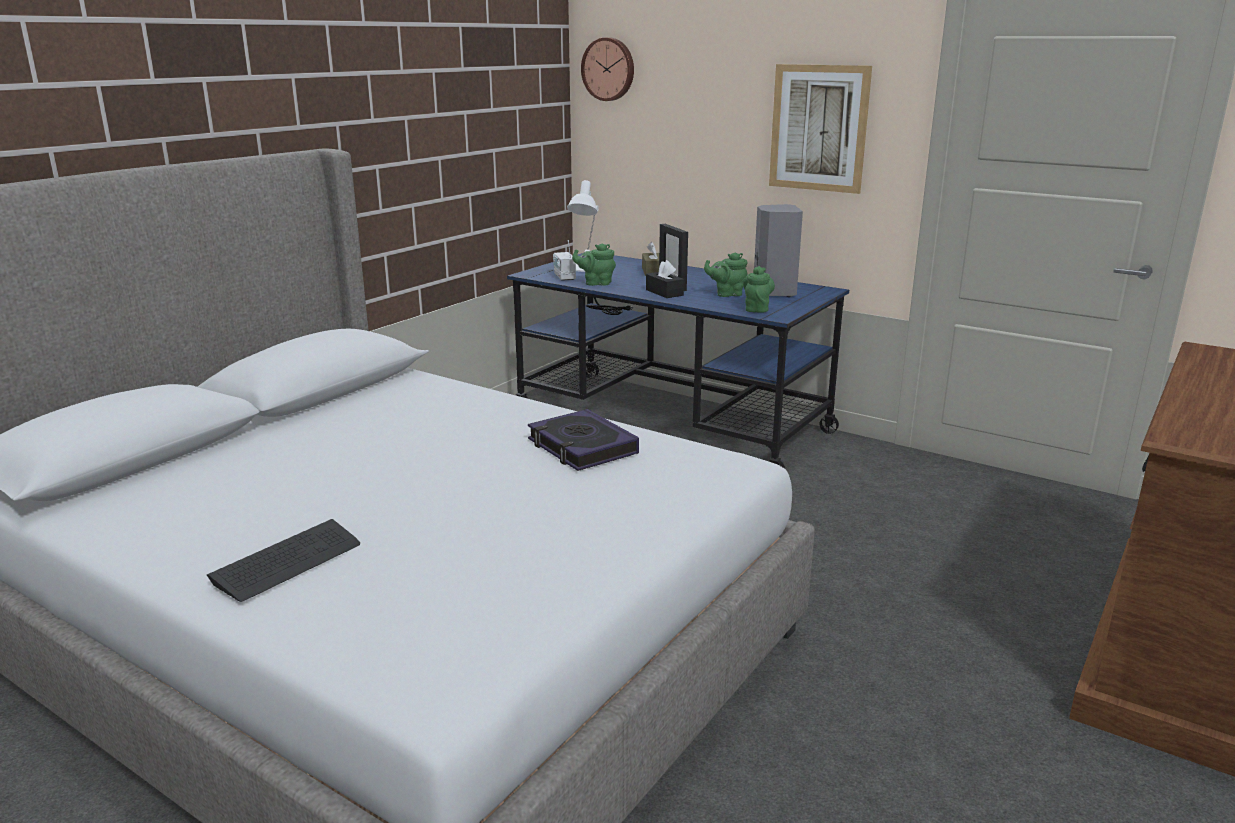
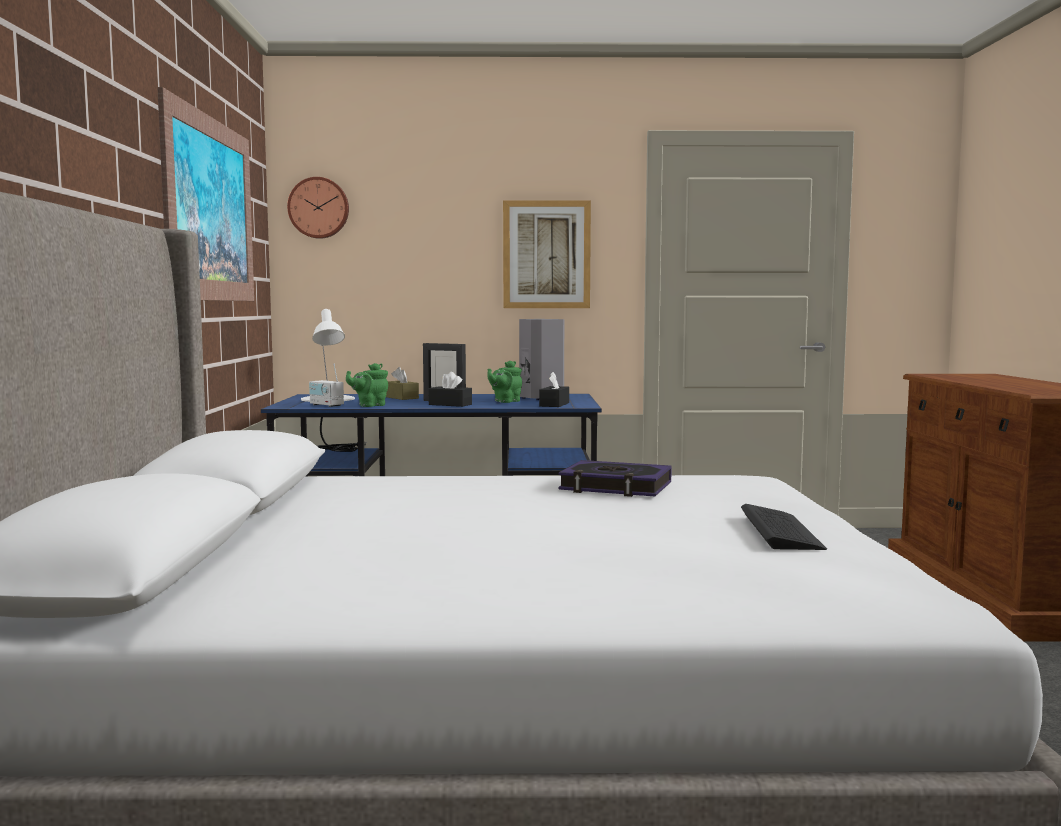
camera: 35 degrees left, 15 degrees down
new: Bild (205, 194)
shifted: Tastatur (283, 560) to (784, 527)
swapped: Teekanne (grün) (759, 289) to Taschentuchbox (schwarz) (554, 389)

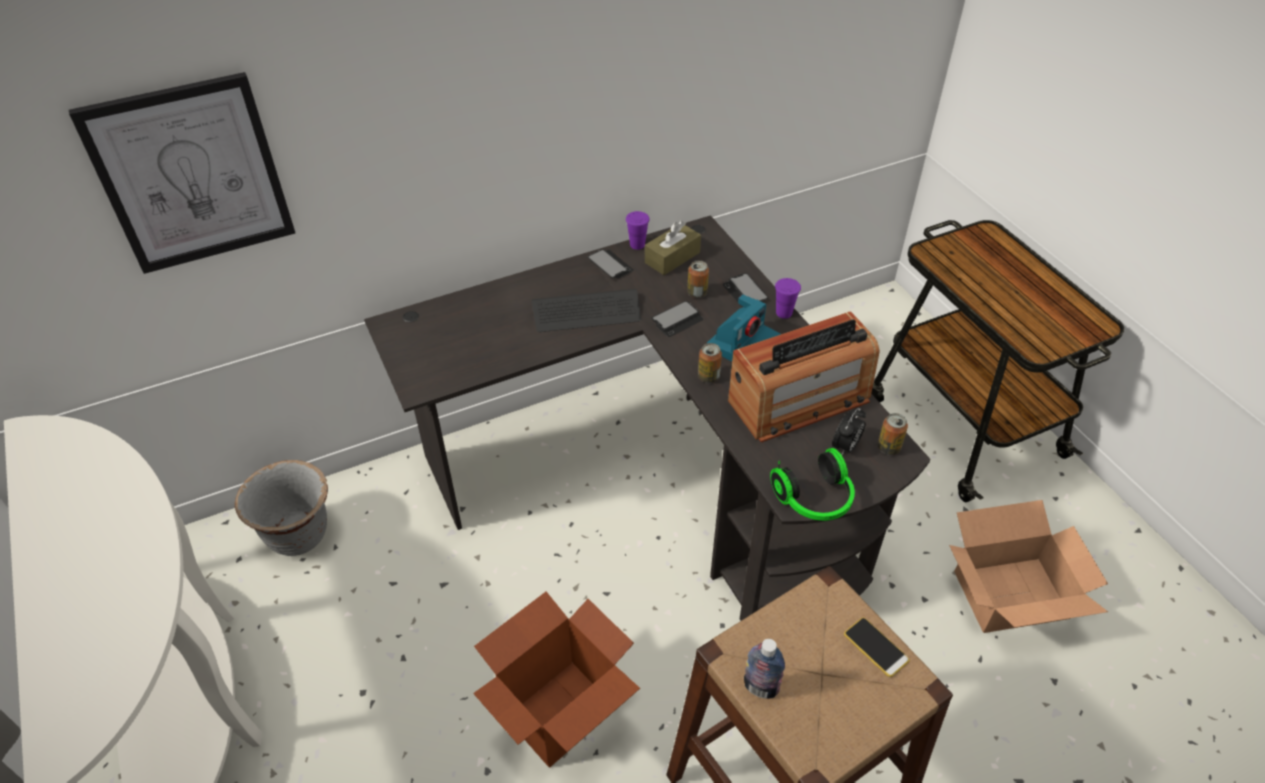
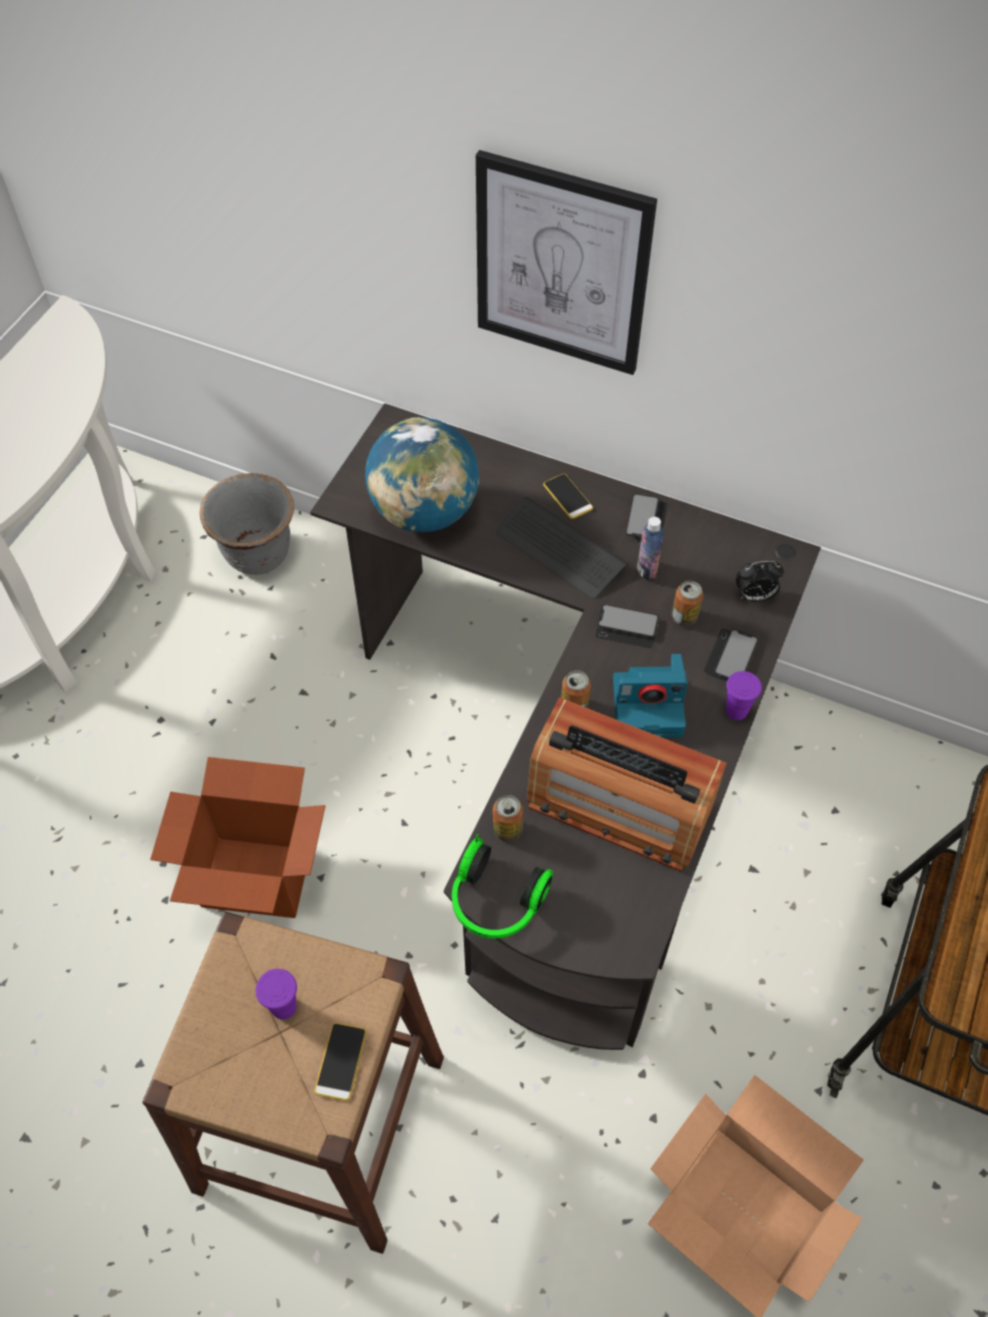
camera: 50 degrees right, 10 degrees up
gone: Taschentuchbox (braun) (673, 248)
new: Globus (422, 474); Handy (568, 496)
shifted: Bild (182, 173) to (566, 262); Tasse (lila) (638, 230) to (276, 994); Flasche (764, 669) to (650, 549); Wecker (849, 431) to (759, 581); Dose (893, 434) to (508, 818)

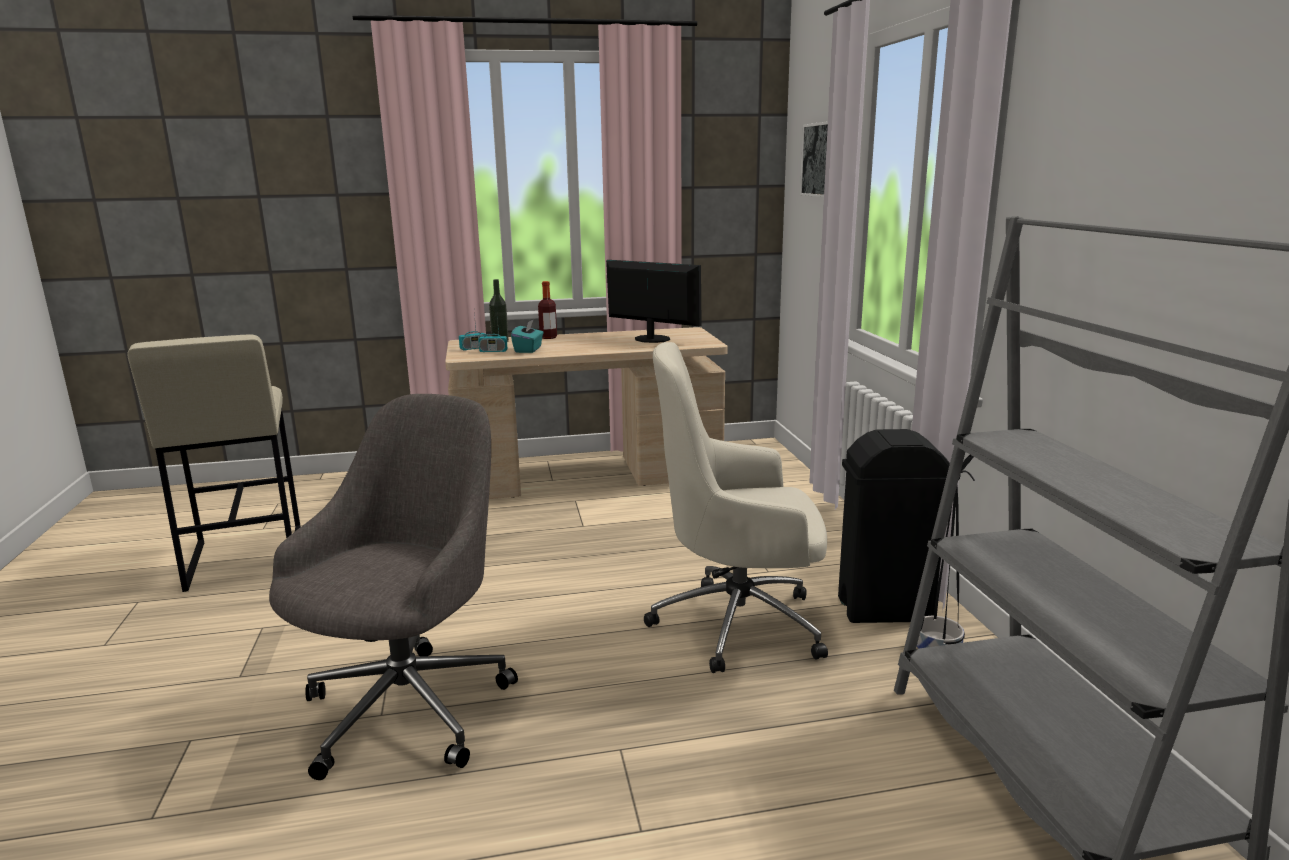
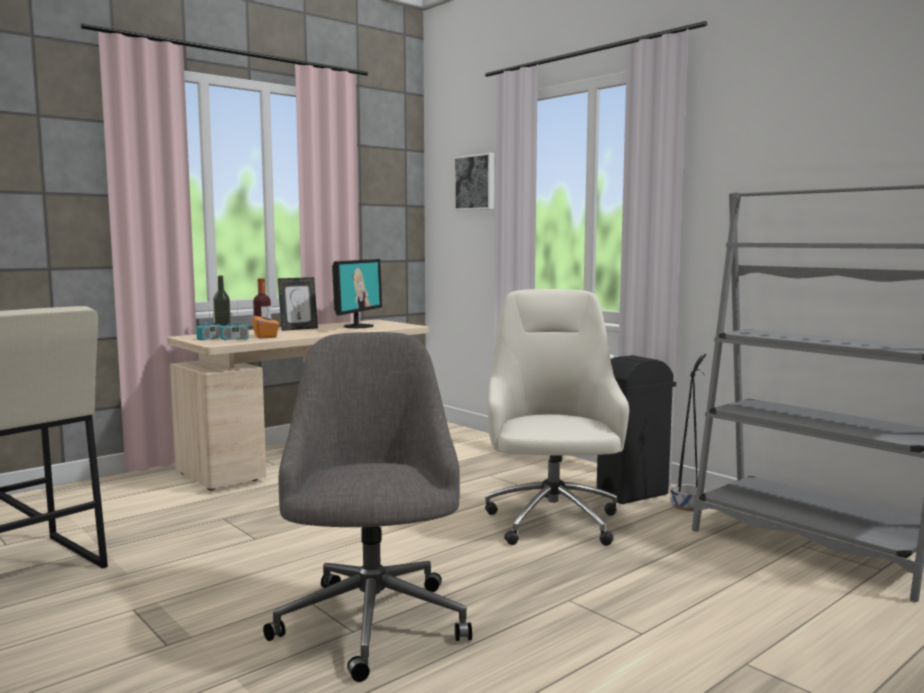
camera: 30 degrees left, 10 degrees down
new: Bilderrahmen (298, 304)
repainted: Taschentuchbox (türkis) (527, 336) to Taschentuchbox (orange) (265, 323)
rotated: Monitor (654, 301) = (357, 293) 105 degrees clockwise; Bürostuhl (beige) (736, 507) = (557, 417) 120 degrees clockwise

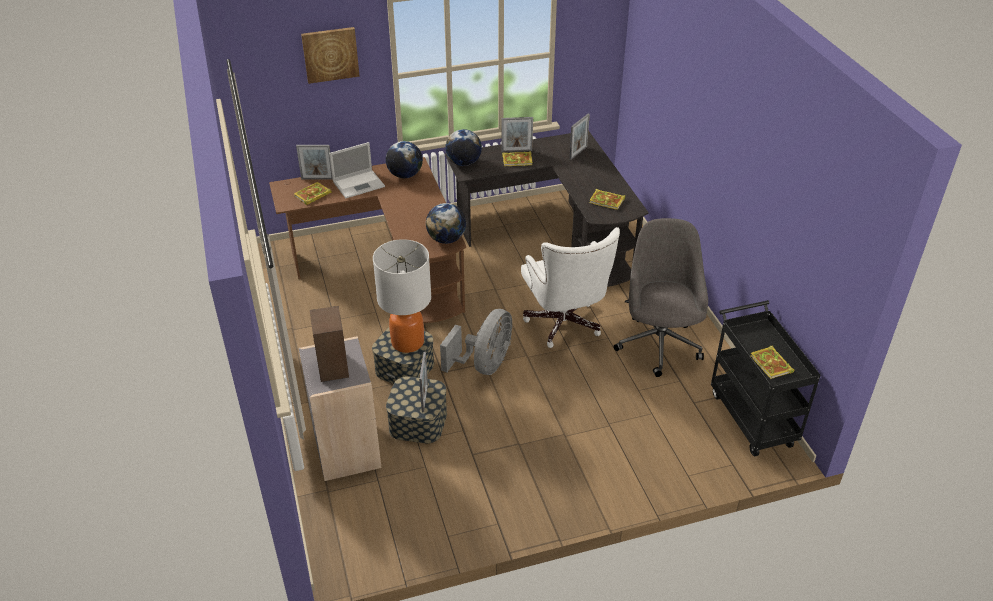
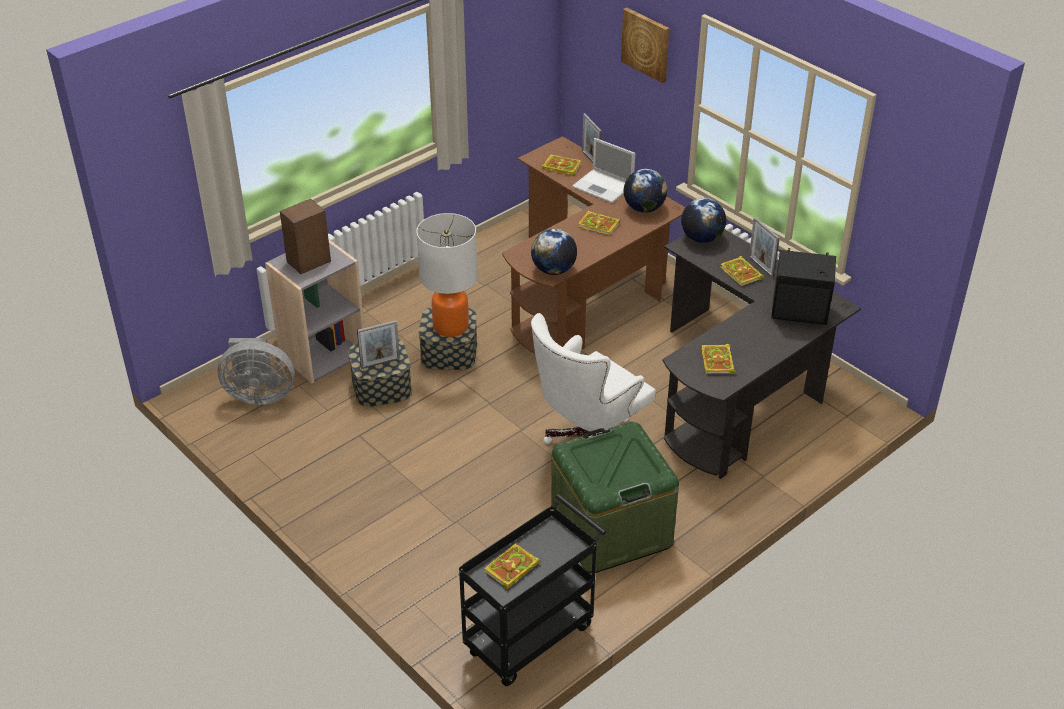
camera: 65 degrees right, 0 degrees up
new: Buch (599, 223)
shifted: Ventilator (grau) (476, 342) to (256, 371)
swapped: Bilderrahmen (579, 136) to Lautsprecher (schwarz) (803, 286); Bürostuhl (grau) (661, 297) to Aufbewahrungsbox (grün) (615, 497)

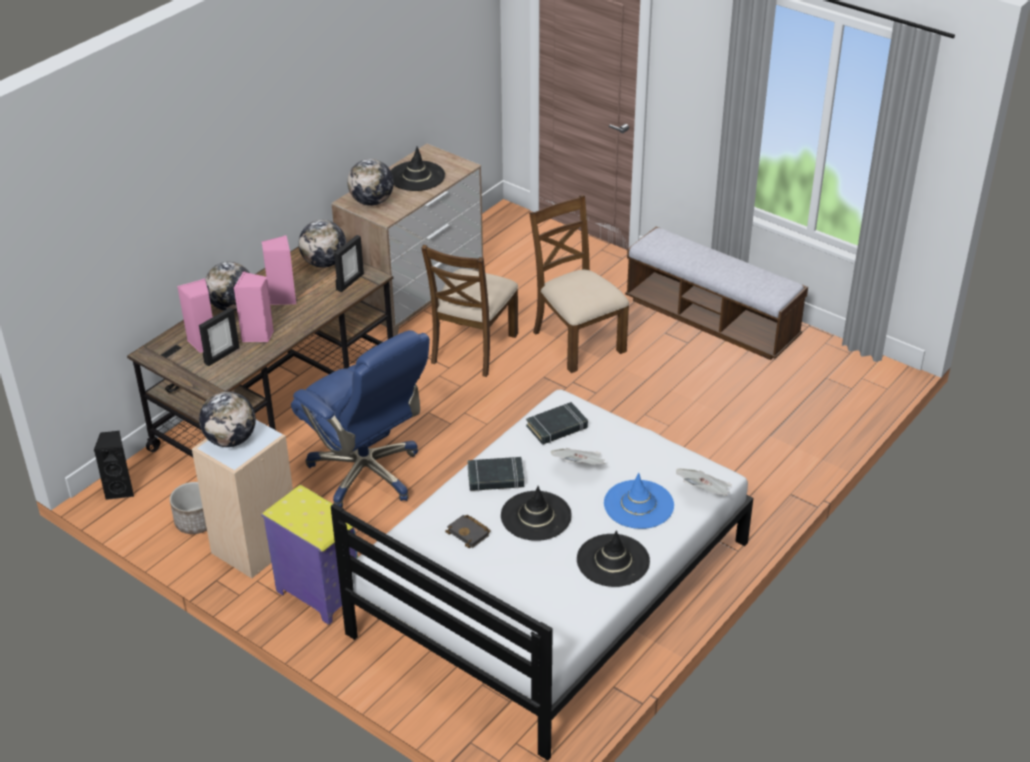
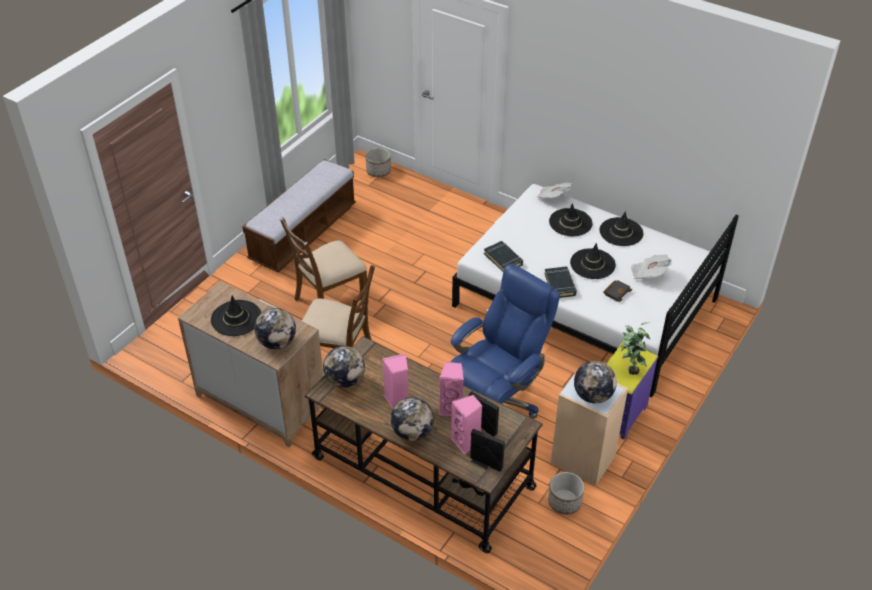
camera: 95 degrees left, 5 degrees up
gone: Lautsprecher (schwarz) (114, 465)
new: Pflanzkübel (378, 162); Topfpflanze (635, 348)
shifted: Bilderrahmen (349, 263) to (487, 450); Zeitung (578, 456) to (651, 266)
repainted: Hut (blau) (639, 501) to Hut (schwarz) (571, 219)

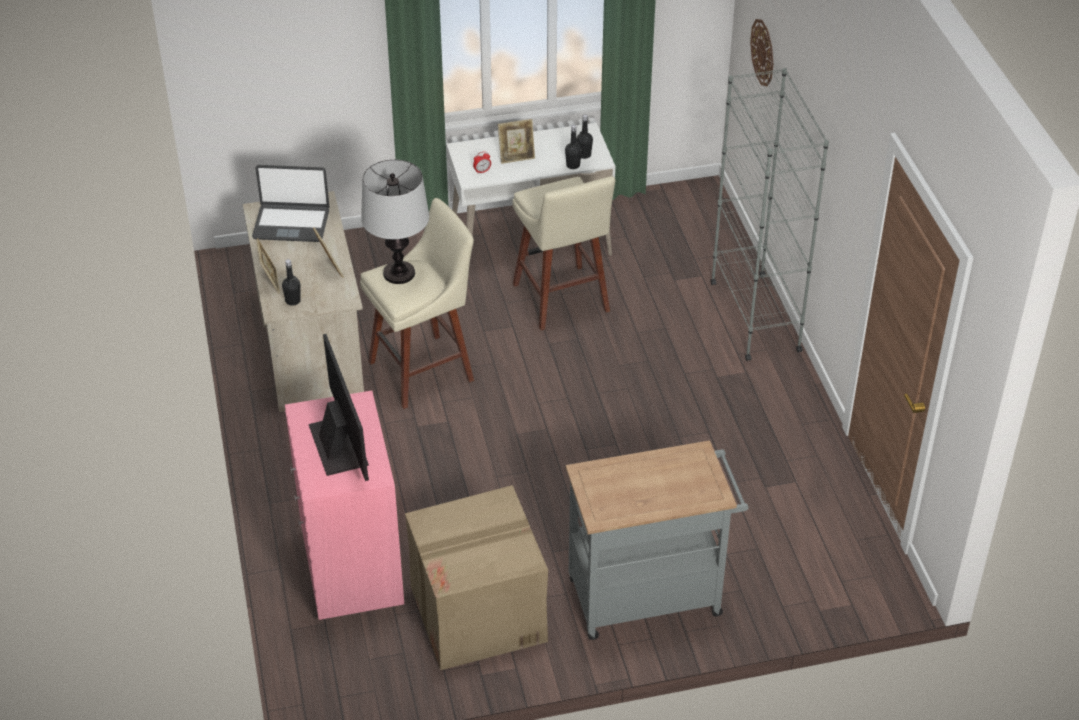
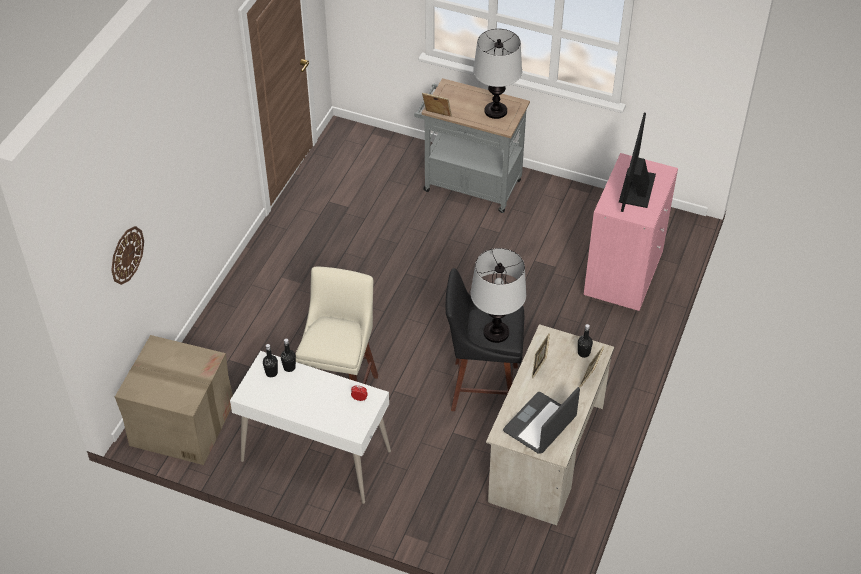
camera: 145 degrees left, 5 degrees up
gone: Bücherregal (grau) (769, 214)
new: Tischlampe (497, 74)
shifted: Karton (476, 577) to (174, 400); Bilderrahmen (516, 141) to (437, 105)
repainted: Hocker (beige) (417, 303) to Hocker (schwarz) (485, 339)
rotated: Laptop (290, 203) = (541, 420) 90 degrees counterclockwise

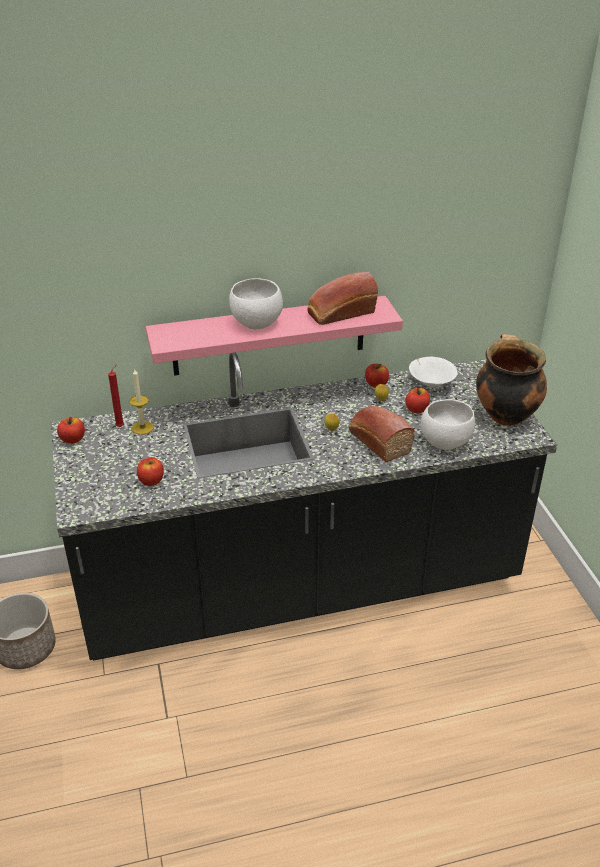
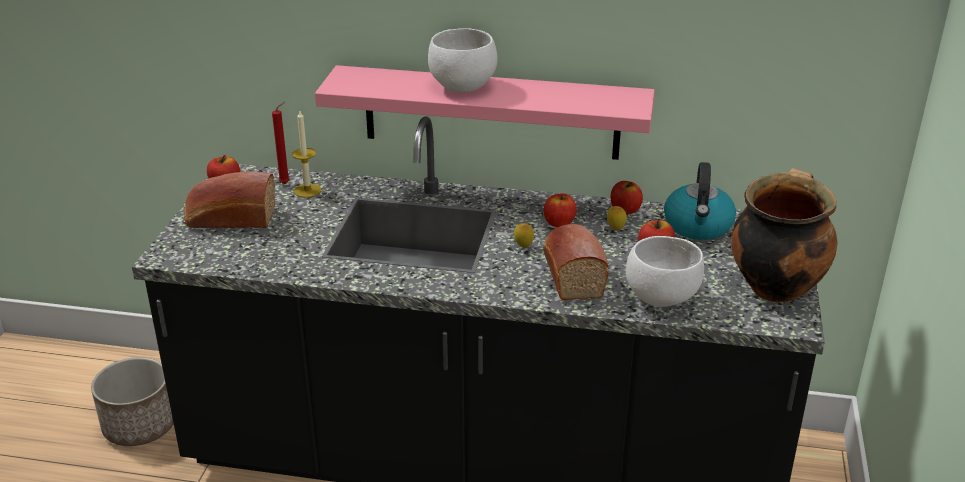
camera: 25 degrees right, 5 degrees down
shifted: Apfel (150, 471) to (560, 210); Brot (342, 298) to (229, 199)
swapped: Schüssel (weiß) (433, 372) to Wasserkessel (700, 201)

